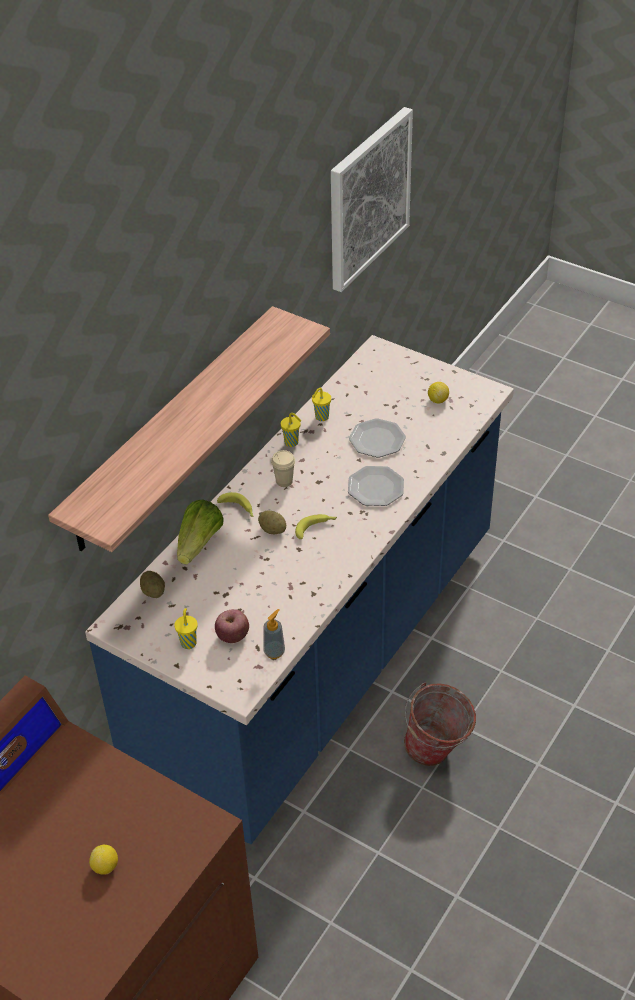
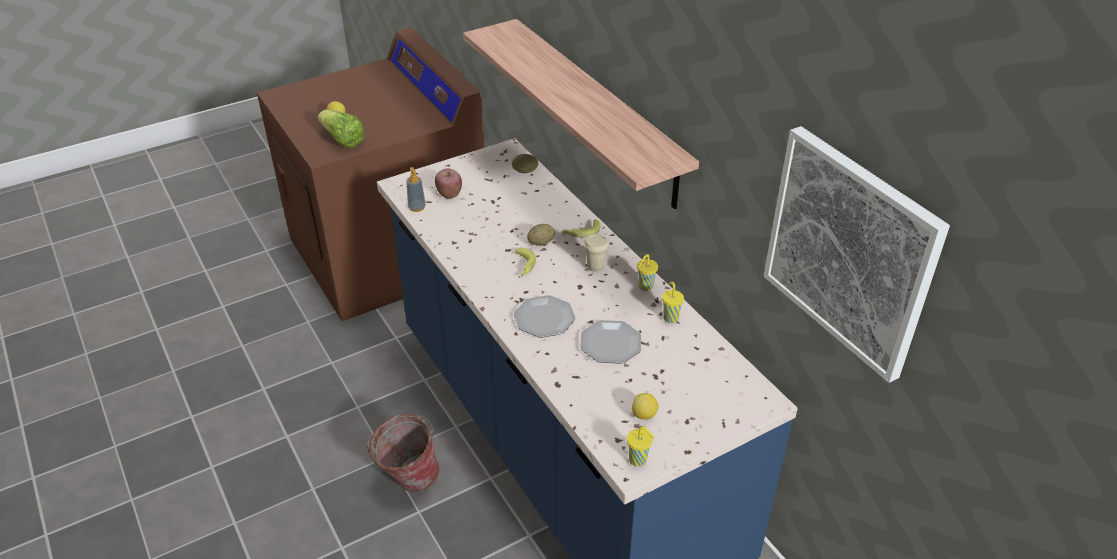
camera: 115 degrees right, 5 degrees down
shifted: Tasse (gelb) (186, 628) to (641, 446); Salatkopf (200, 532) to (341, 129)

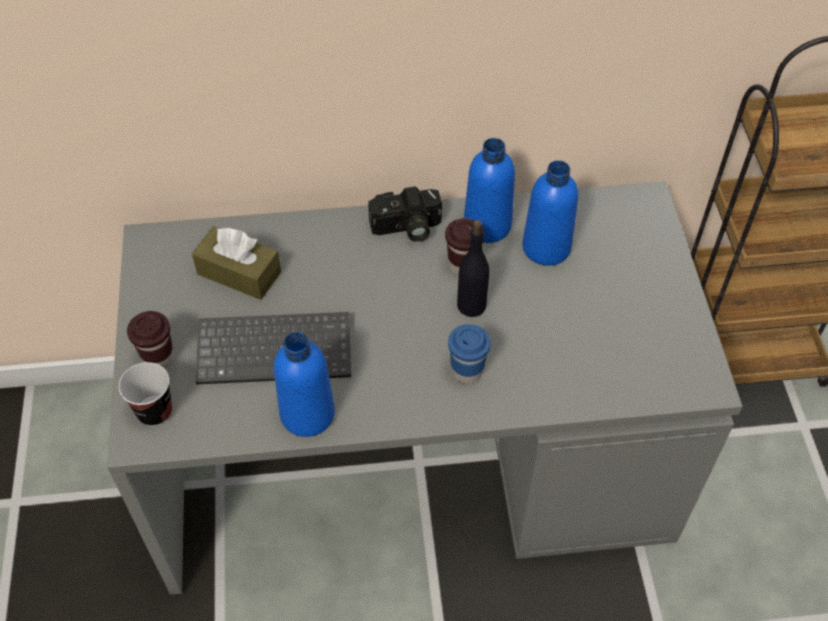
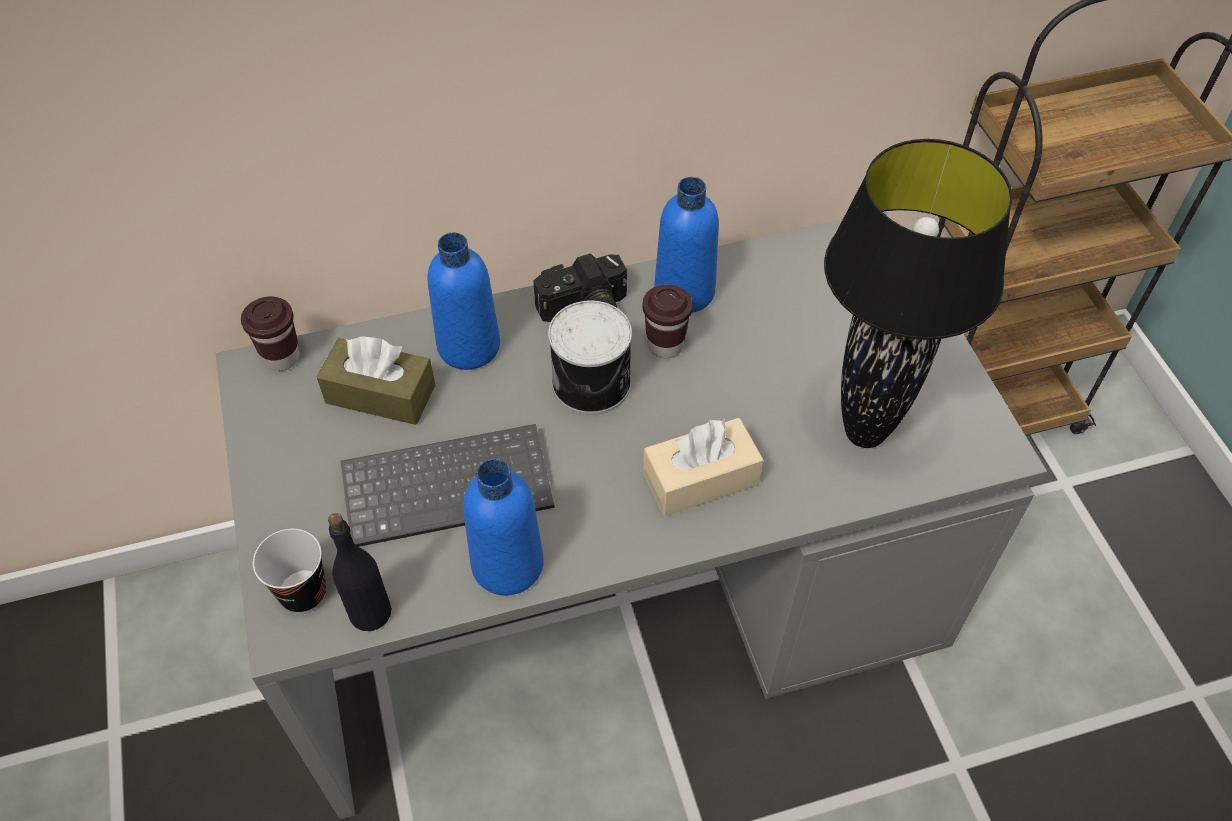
camera: 10 degrees left, 0 degrees up
new: Dose (590, 357); Tischlampe (schwarz) (918, 293)
shifted: Tasse (braun) (150, 340) to (270, 333); Flasche (schwarz) (473, 268) to (360, 572); Flasche (blau) (550, 213) to (464, 301)
swapped: Tasse (blau) (469, 354) to Taschentuchbox (beige) (703, 467)

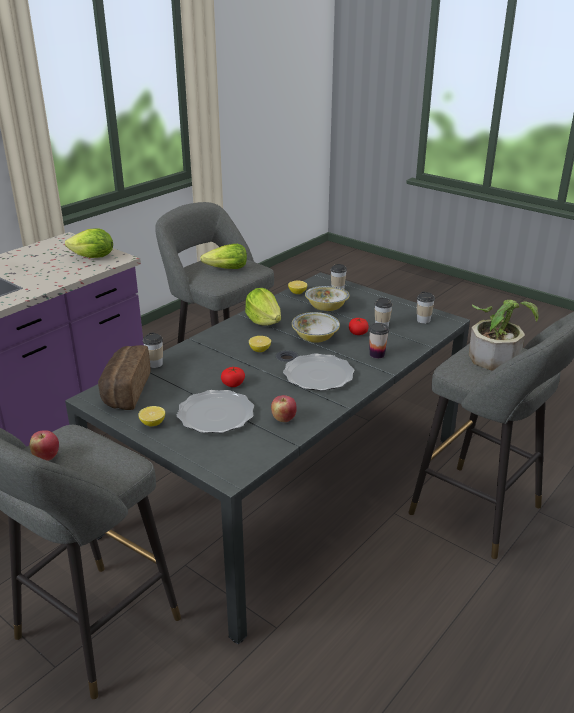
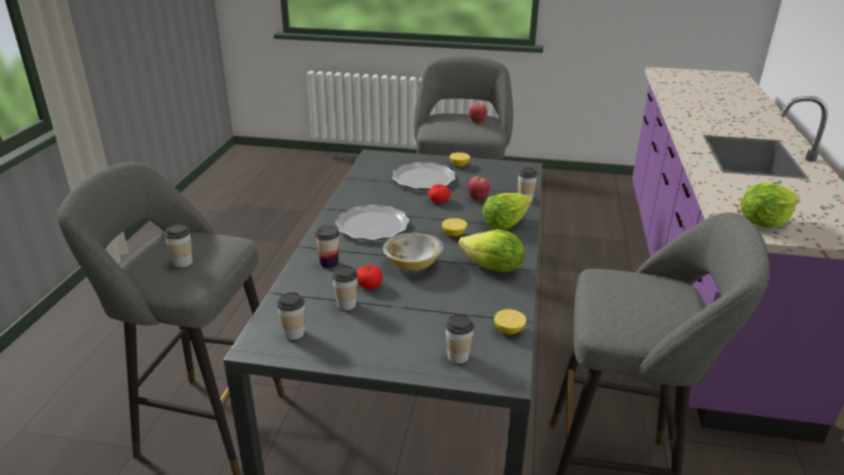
camera: 150 degrees right, 0 degrees up
gone: Brot (124, 377); Schüssel (327, 298)
shifted: Salatkopf (223, 256) to (507, 211); Apfel (284, 408) to (479, 189)
swapped: Topfpflanze (504, 335) to Tasse (178, 245)

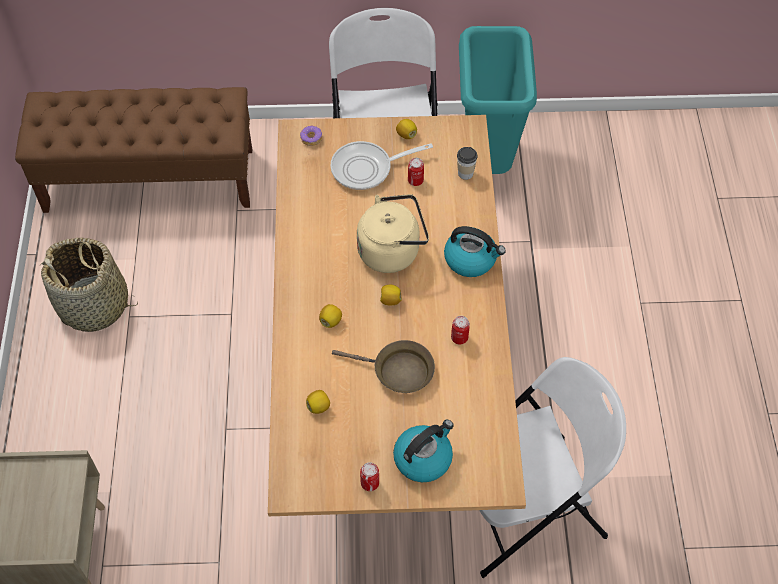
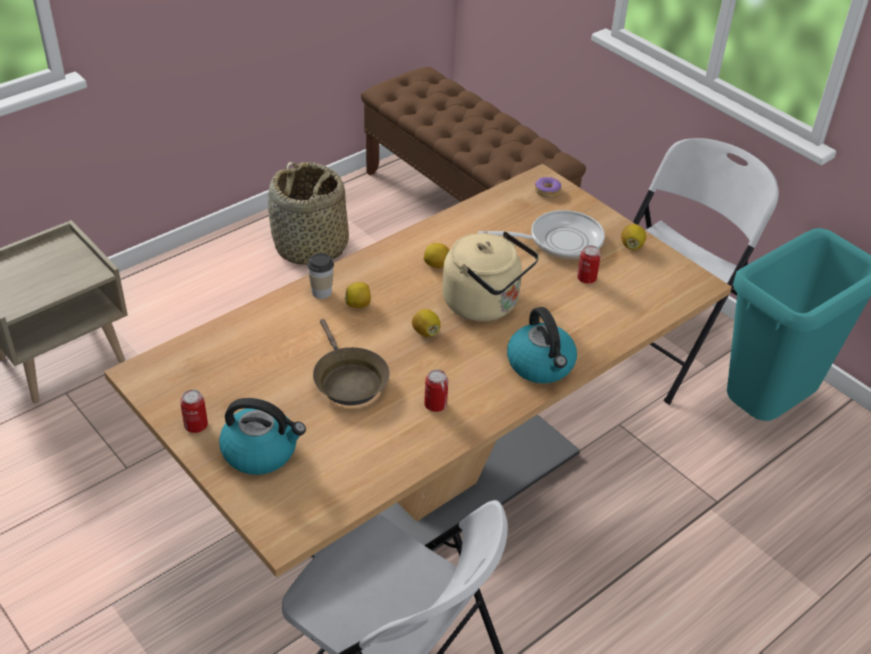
camera: 50 degrees right, 15 degrees down
shifted: Zitrone (318, 402) to (437, 255); Tasse (467, 163) to (320, 276)
rotated: Pfanne (382, 165) = (541, 234) 135 degrees clockwise

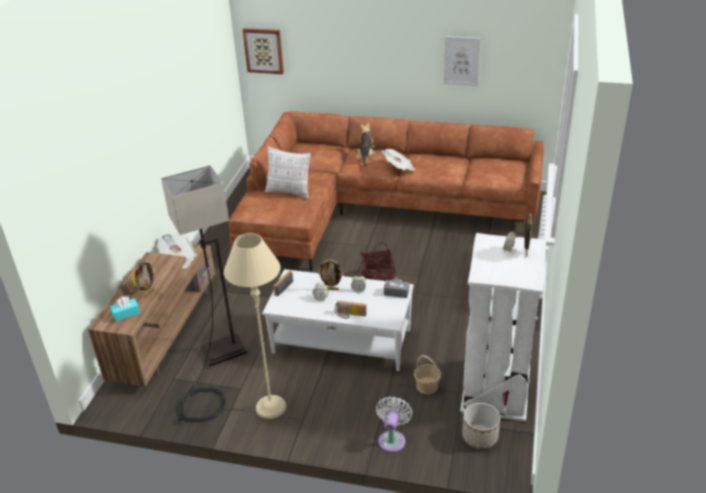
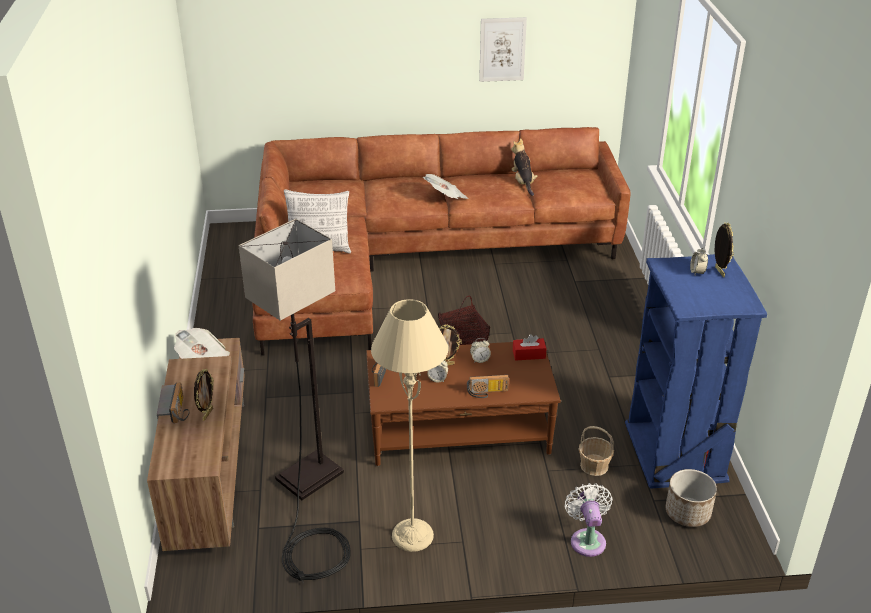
camera: 20 degrees left, 0 degrees up
gone: Taschentuchbox (türkis) (125, 309); Bild (263, 51)
shifted: Plüschtier (367, 145) to (524, 167)
repainted: Couchtisch (weiß) (338, 320) to Couchtisch (braun) (463, 404); Taschentuchbox (grau) (396, 288) to Taschentuchbox (rot) (530, 347); Bücherregal (weiß) (503, 327) to Bücherregal (blau) (696, 371)

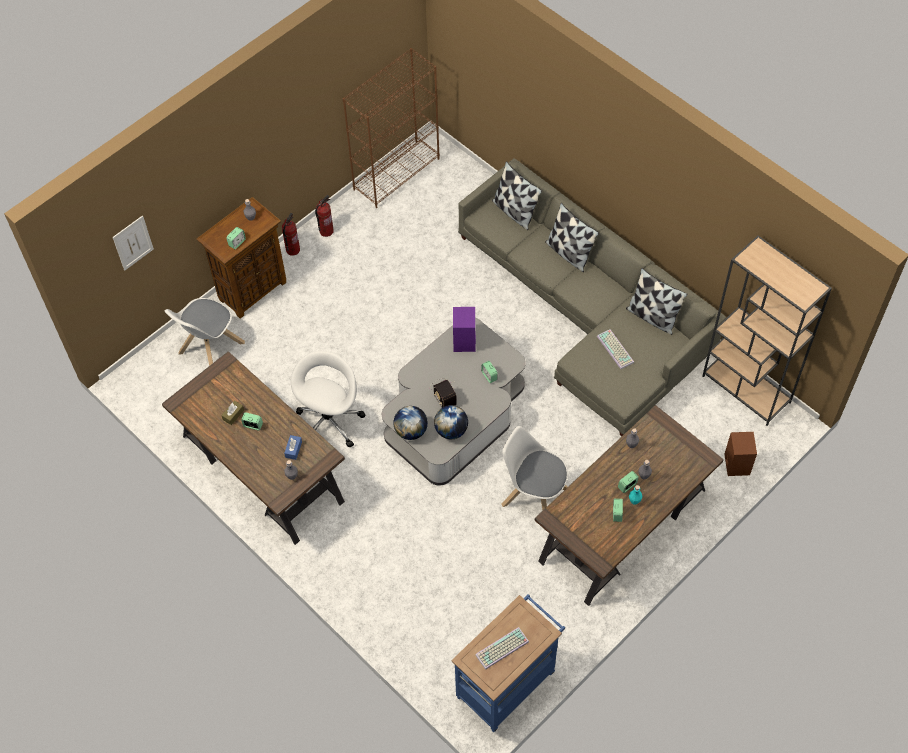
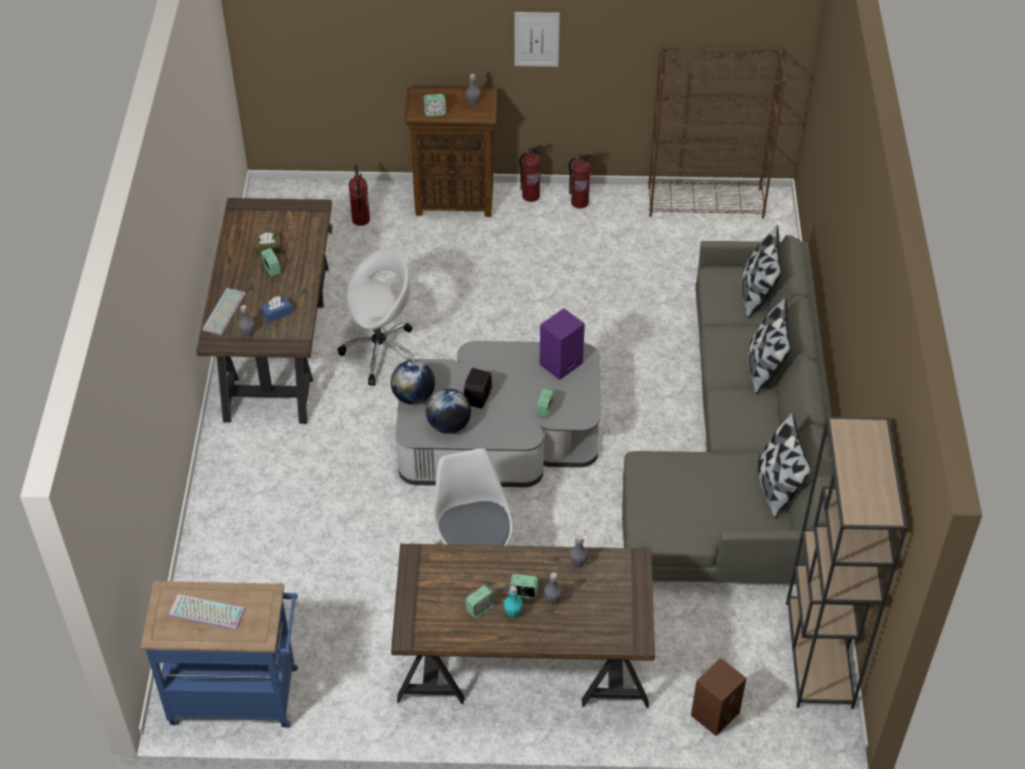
camera: 45 degrees right, 10 degrees down
shifted: Bild (133, 242) to (537, 39); Tastatur (615, 349) to (224, 311)
swapped: Stuhl (205, 332) to Feuerlöscher (359, 195)

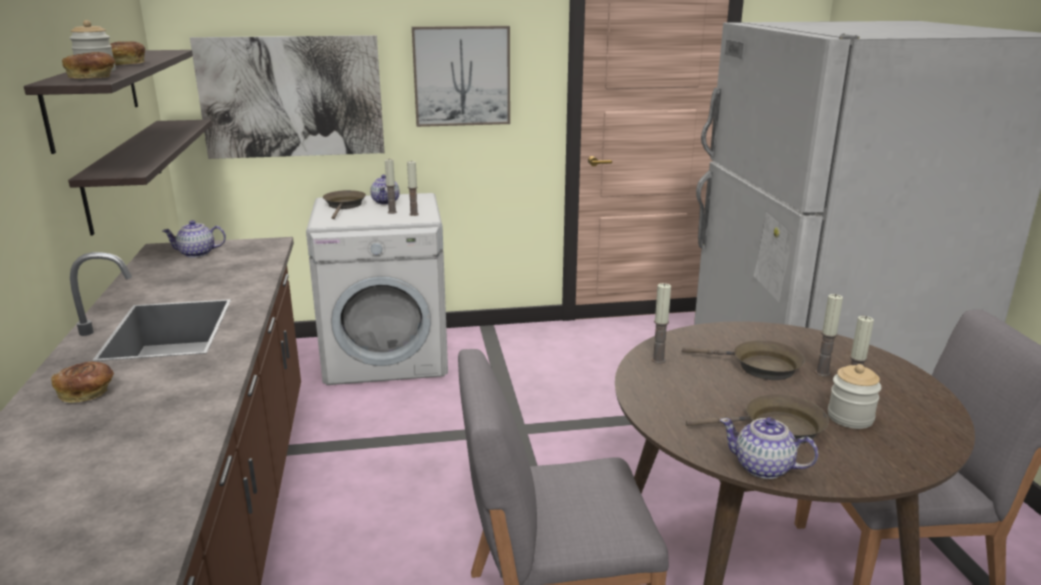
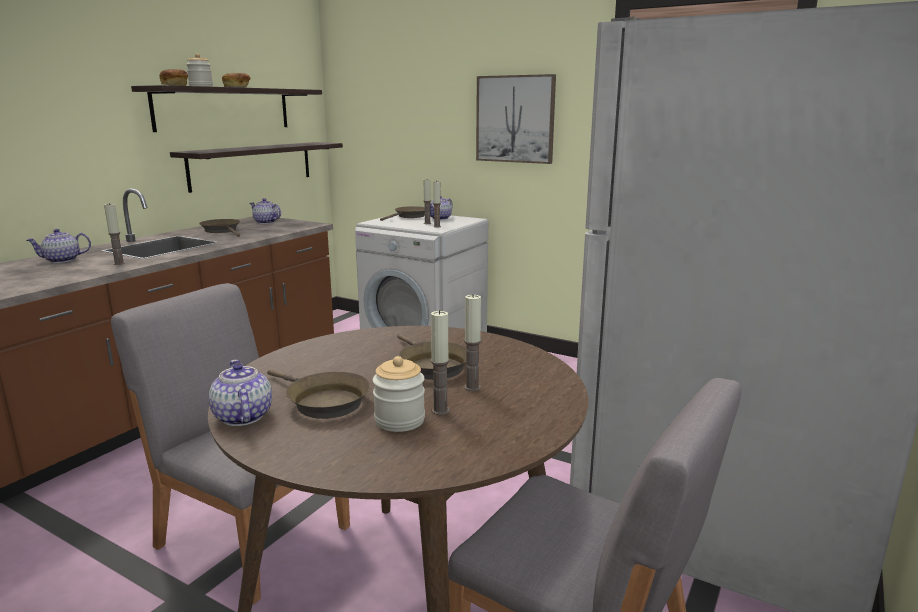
camera: 40 degrees right, 5 degrees down
gone: Bild (287, 97)
new: Pfanne (braun) (219, 228)
shifted: Kerze (661, 323) to (114, 234)
swapped: Brot (82, 382) to Teekanne (58, 246)

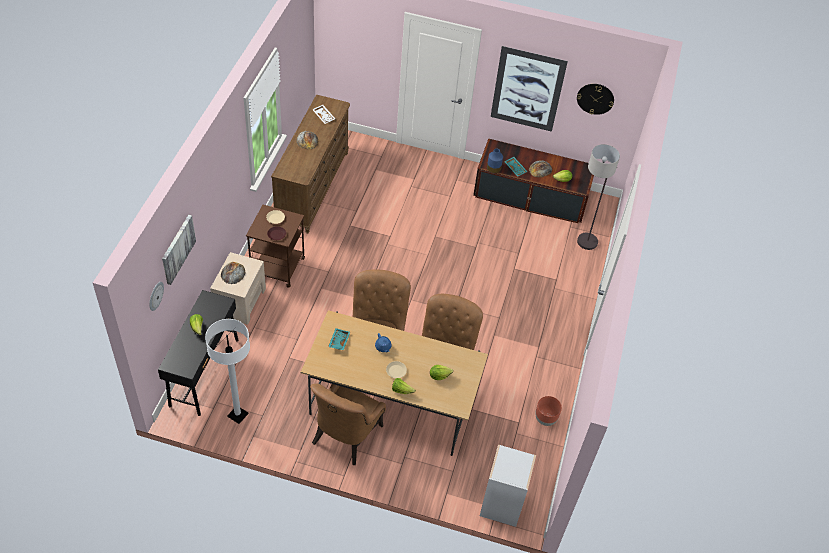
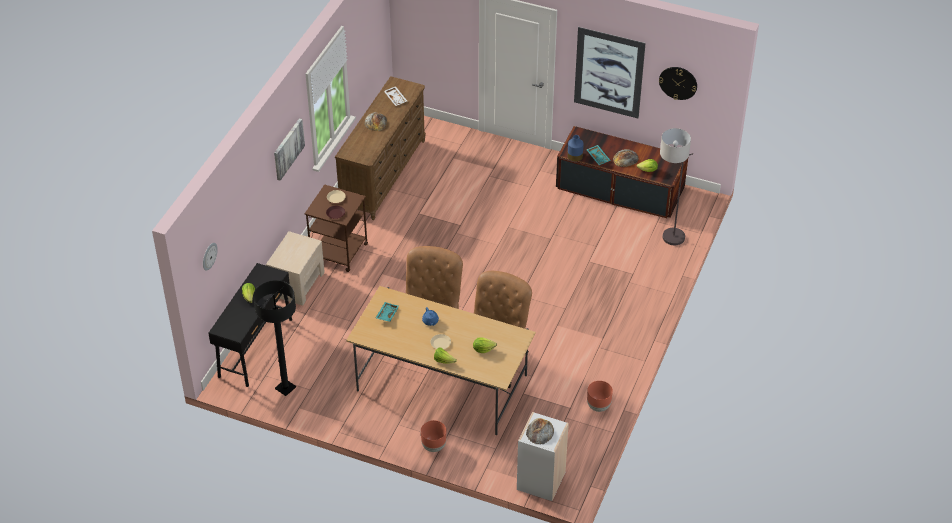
camera: 10 degrees right, 5 degrees down
gone: Stuhl (braun) (348, 424)
new: Pflanzkübel (braun) (433, 436)
shifted: Bild (179, 250) to (289, 149); Brot (233, 273) to (540, 431)
repainted: Stehlampe (weiß) (227, 371) to Stehlampe (schwarz) (274, 338)

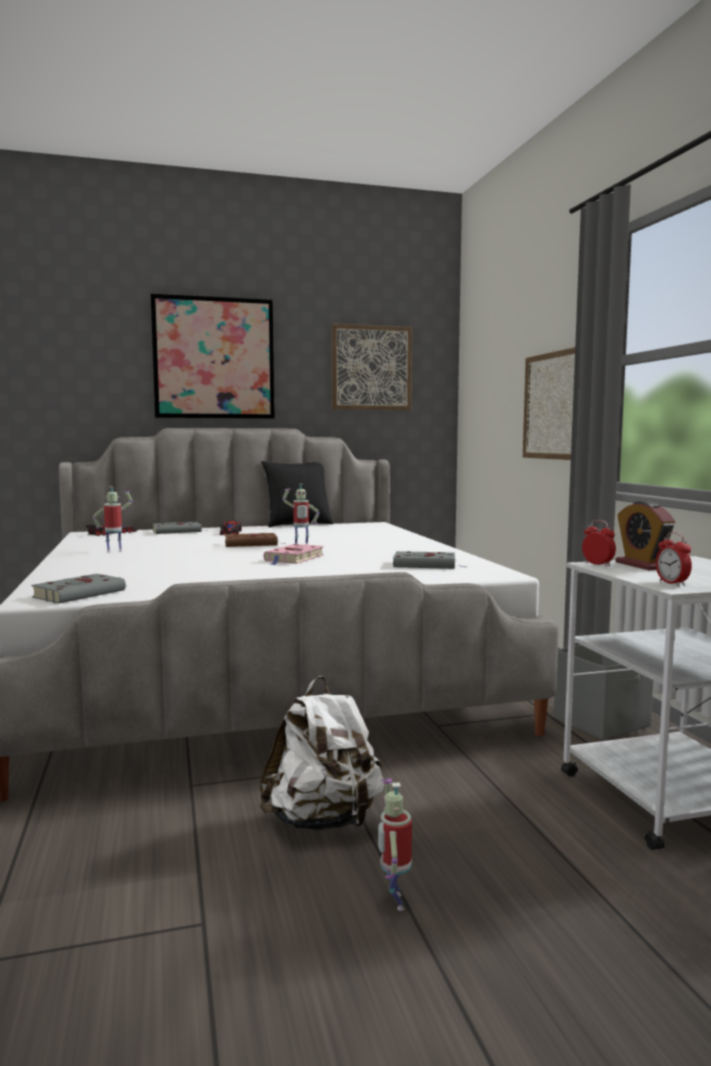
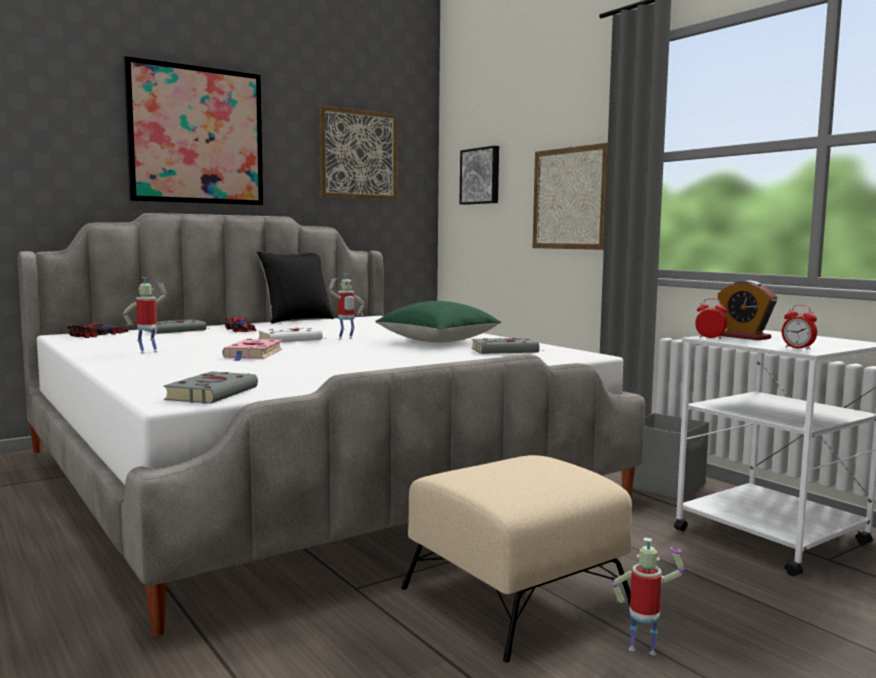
camera: 20 degrees left, 0 degrees up
new: Kissen (grün) (438, 322); Bild (479, 175)
shifted: Buch (rosa) (293, 554) to (252, 350)
swapped: Rucksack (weiß) (322, 753) to Polsterhocker (beige) (516, 558)
repainted: Buch (braun) (254, 540) to Buch (weiß) (290, 334)
rotated: Spielzeugroboter (395, 845) = (648, 596) 135 degrees clockwise

